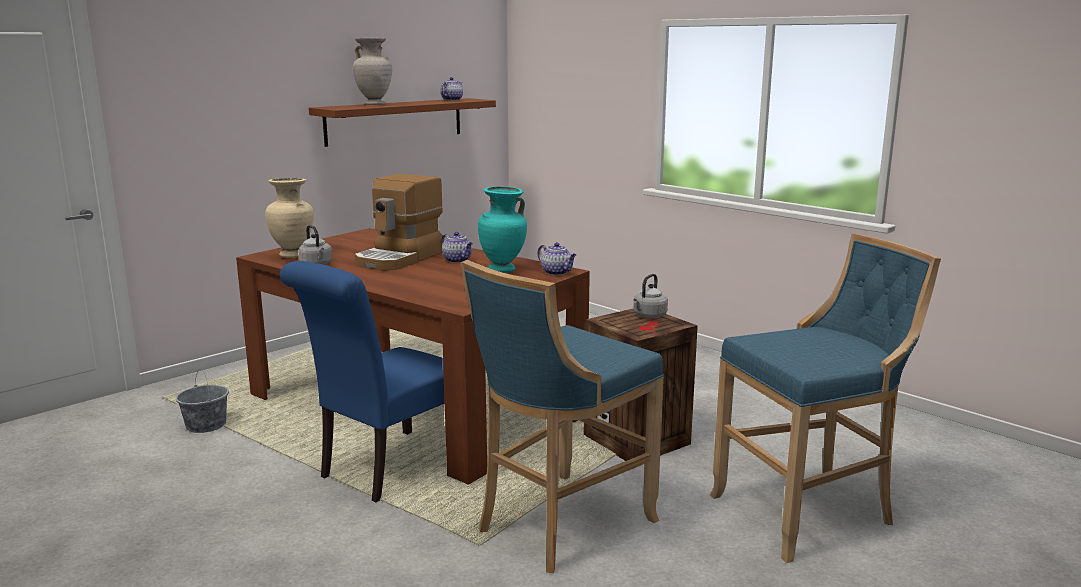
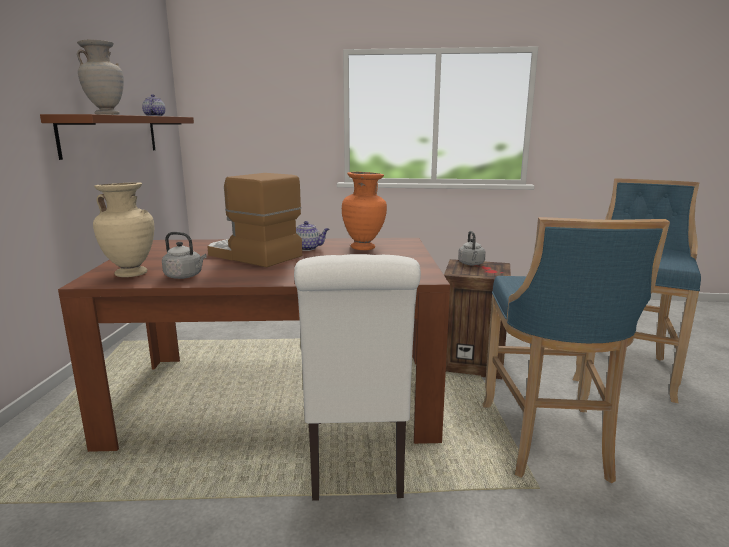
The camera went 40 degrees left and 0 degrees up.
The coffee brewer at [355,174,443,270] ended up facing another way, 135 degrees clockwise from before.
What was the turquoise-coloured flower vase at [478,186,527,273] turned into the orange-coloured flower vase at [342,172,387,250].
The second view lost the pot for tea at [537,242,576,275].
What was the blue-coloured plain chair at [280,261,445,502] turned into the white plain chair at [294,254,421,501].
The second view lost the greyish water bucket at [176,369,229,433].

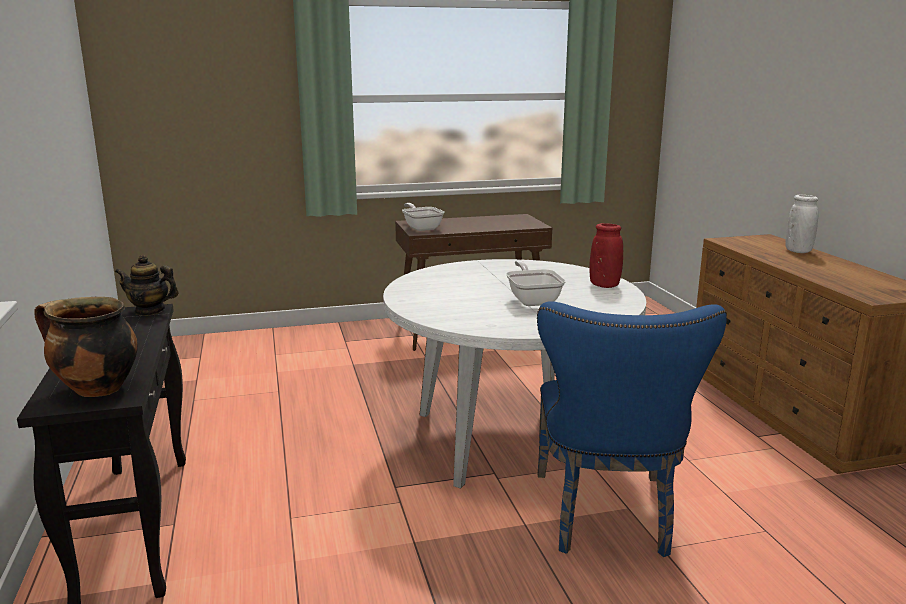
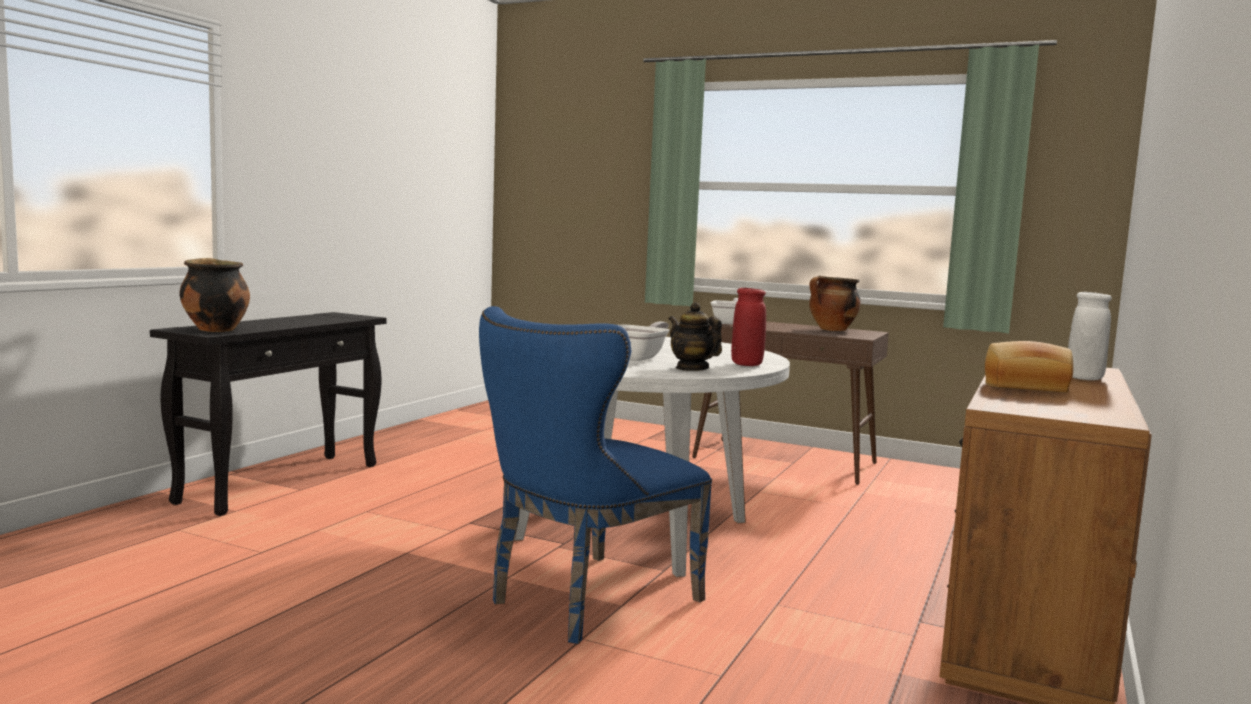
The camera went 40 degrees right and 10 degrees down.
The pot for tea ended up elsewhere, having gone from [115,255,179,316] to [669,302,722,371].
The second view gained the saucepot at [809,276,861,331].
The second view gained the baked bread at [985,341,1073,393].

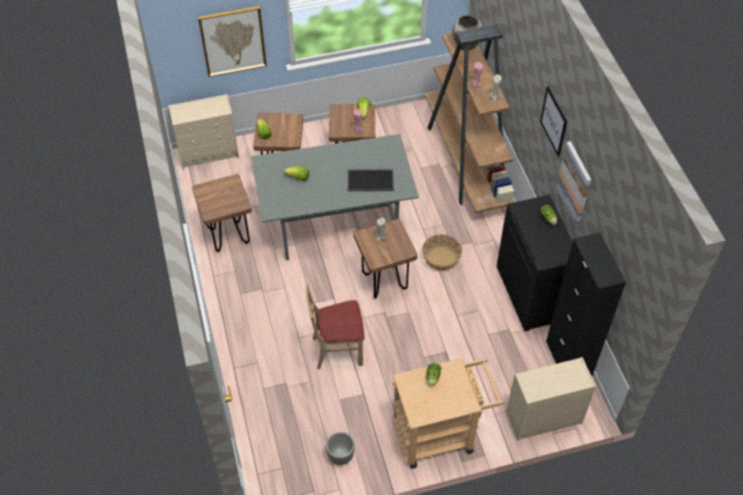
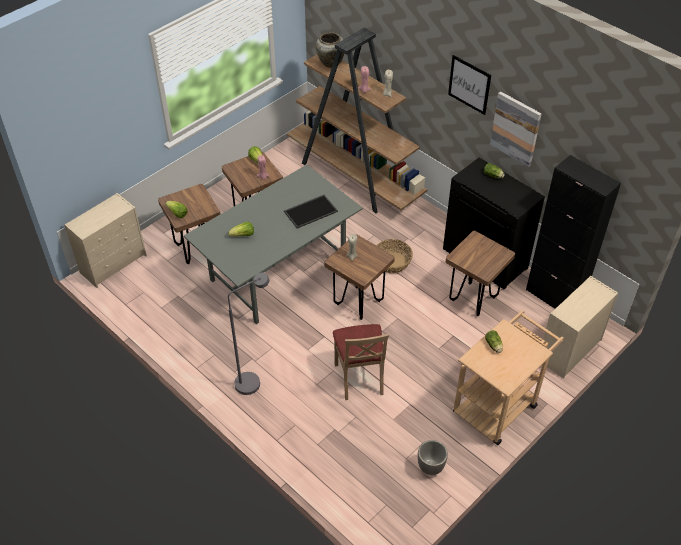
The camera went 30 degrees left and 5 degrees down.
The second view lost the picture at [198,6,267,77].
The brownish stool ended up elsewhere, having gone from [192,174,252,252] to [446,231,515,316].
The beige plain chair at [305,283,364,369] ended up facing another way, 60 degrees counterclockwise from before.
The second view gained the greyish floor lamp at [228,273,269,395].

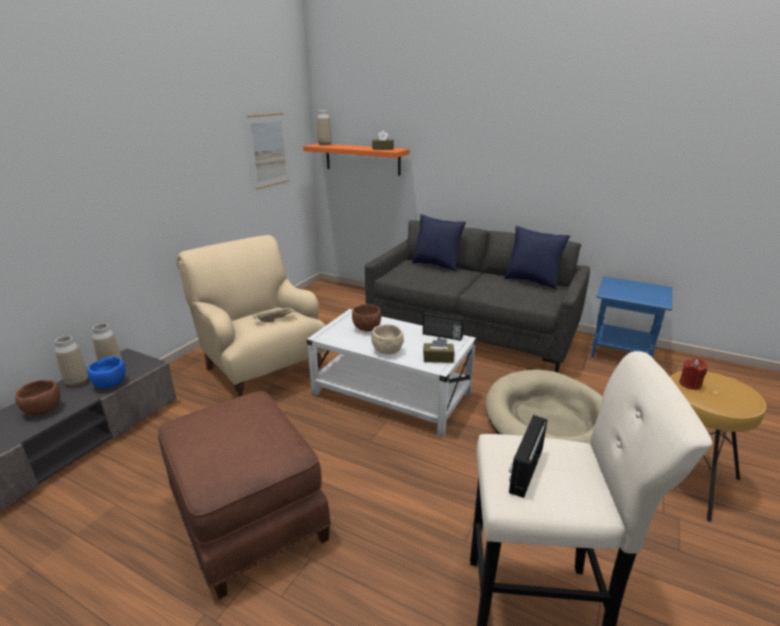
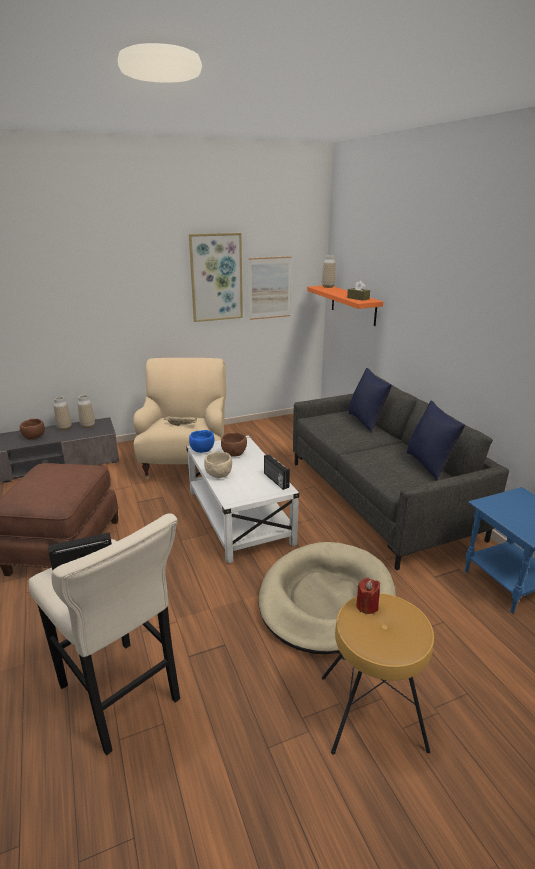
The camera went 40 degrees right and 0 degrees up.
The second view lost the brownish tissue holder at [423,337,454,363].
The blue-coloured serving bowl ended up elsewhere, having gone from [87,357,126,388] to [189,430,215,453].
The second view gained the picture at [189,233,243,322].

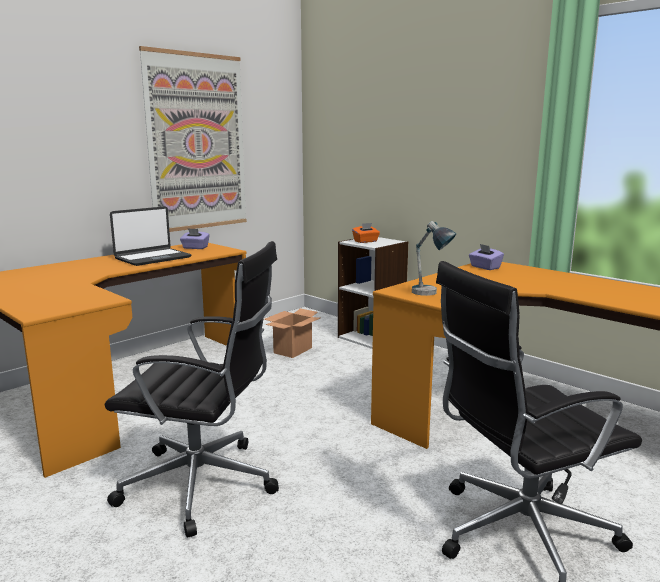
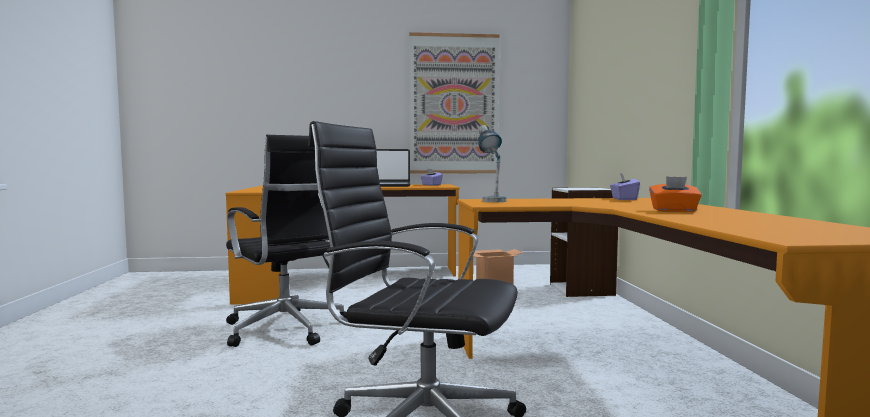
The camera went 40 degrees right and 10 degrees down.
The orange-coloured tissue holder ended up elsewhere, having gone from [352,223,380,243] to [649,176,702,212].

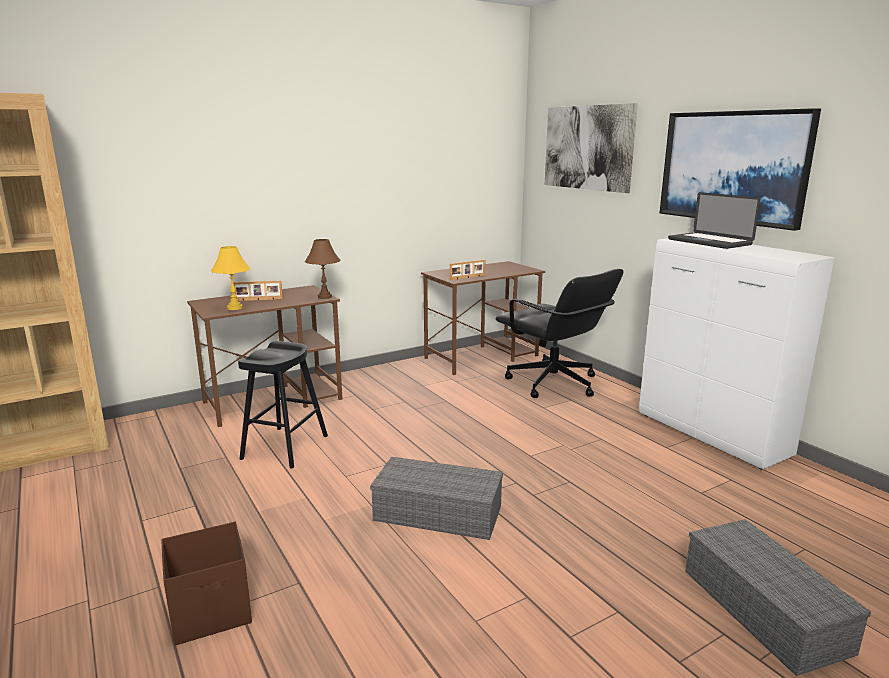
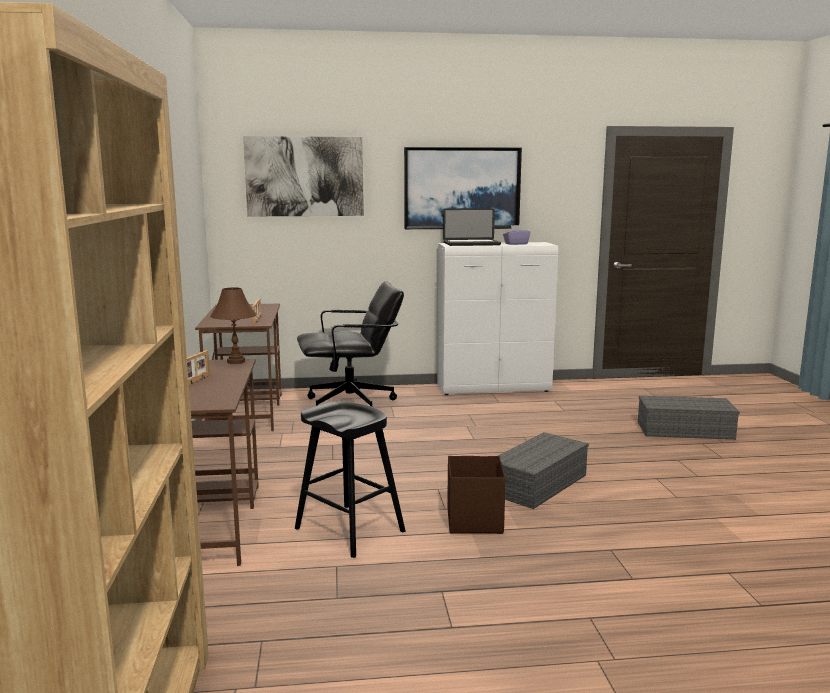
The camera went 65 degrees left and 5 degrees down.
The second view lost the yellow table lamp at [211,246,251,310].
The brownish storage bin ended up elsewhere, having gone from [161,522,252,645] to [447,456,506,534].
The second view gained the purple-coloured tissue holder at [503,225,530,245].

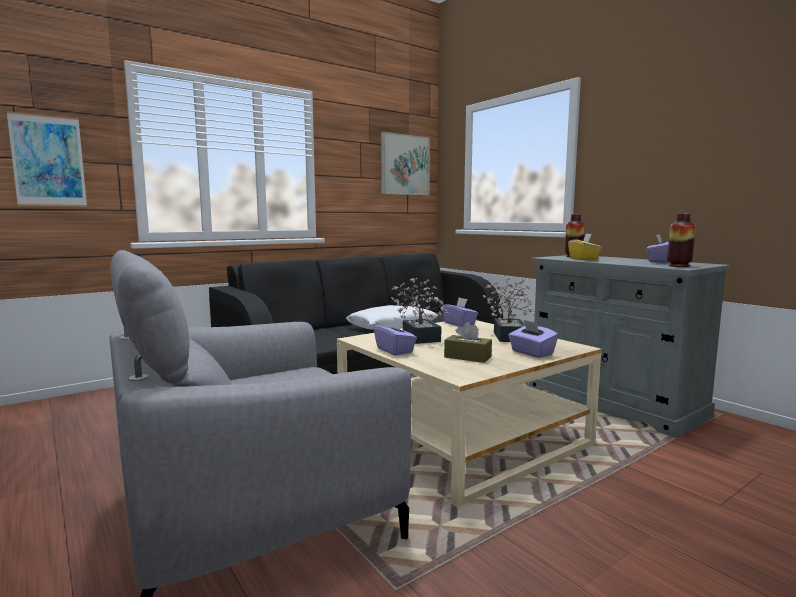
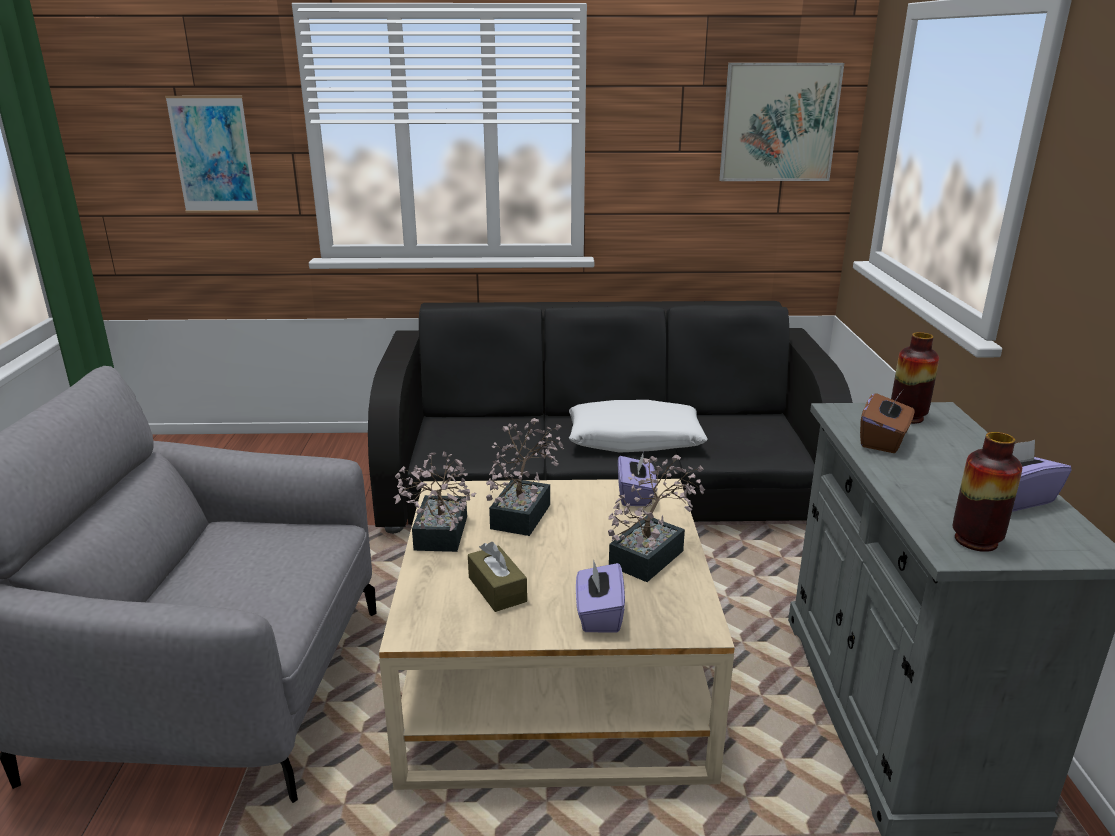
The camera went 35 degrees right and 15 degrees up.
What was the yellow tissue holder at [568,234,602,260] turned into the brownish tissue holder at [860,390,915,453].
Where the purple-coloured tissue holder stood at [374,317,417,356], the plant in a pot came to stand at [394,451,476,552].

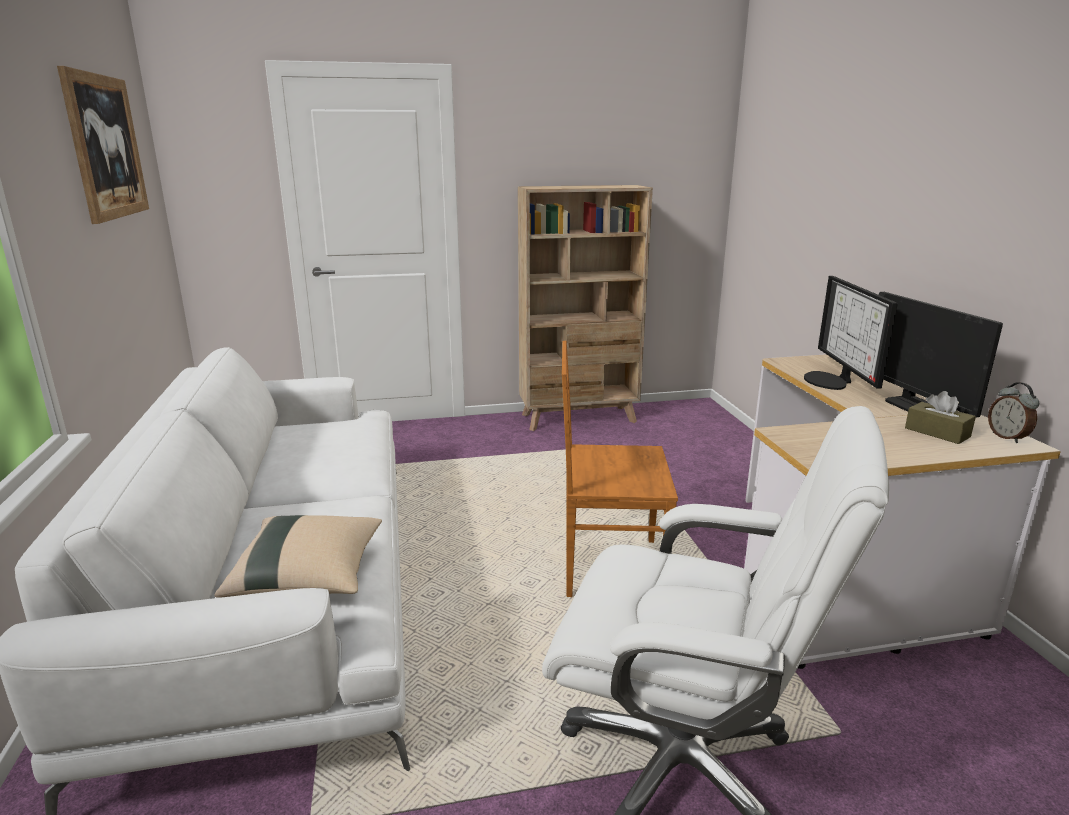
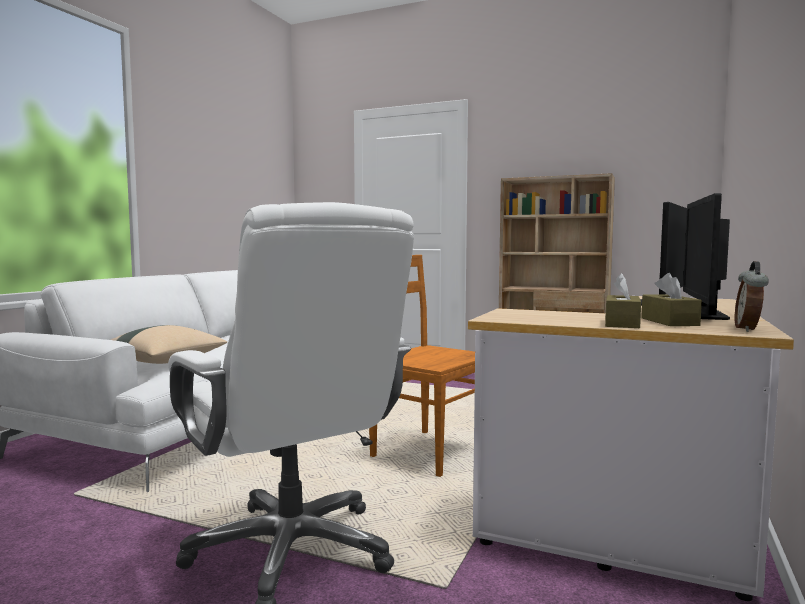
The camera went 35 degrees right and 15 degrees down.
The second view lost the picture at [57,66,149,224].
The second view gained the brownish tissue holder at [605,273,641,328].

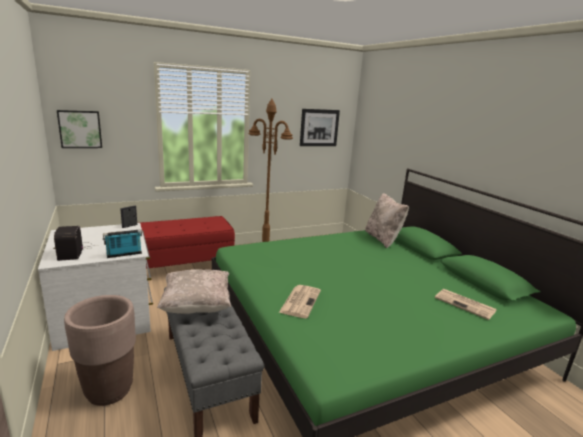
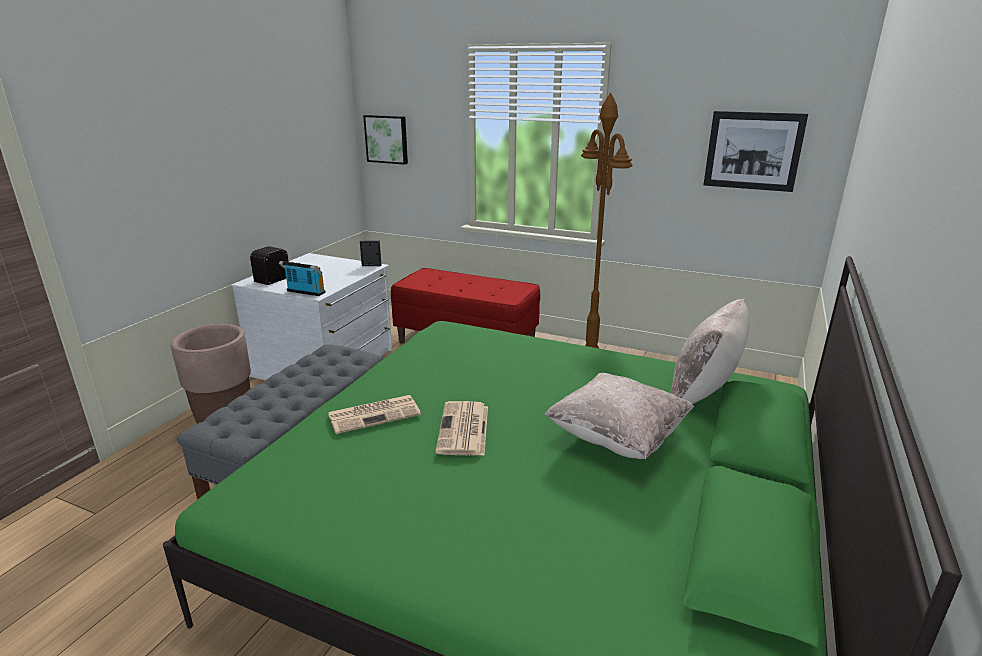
The camera went 50 degrees right and 5 degrees up.
The beige cushion ended up elsewhere, having gone from [157,269,231,314] to [544,373,694,459].
The newspaper ended up elsewhere, having gone from [435,289,497,320] to [435,401,488,456].

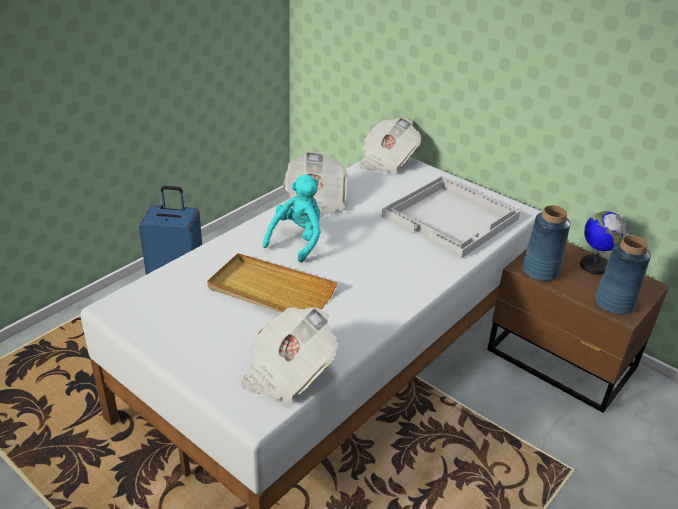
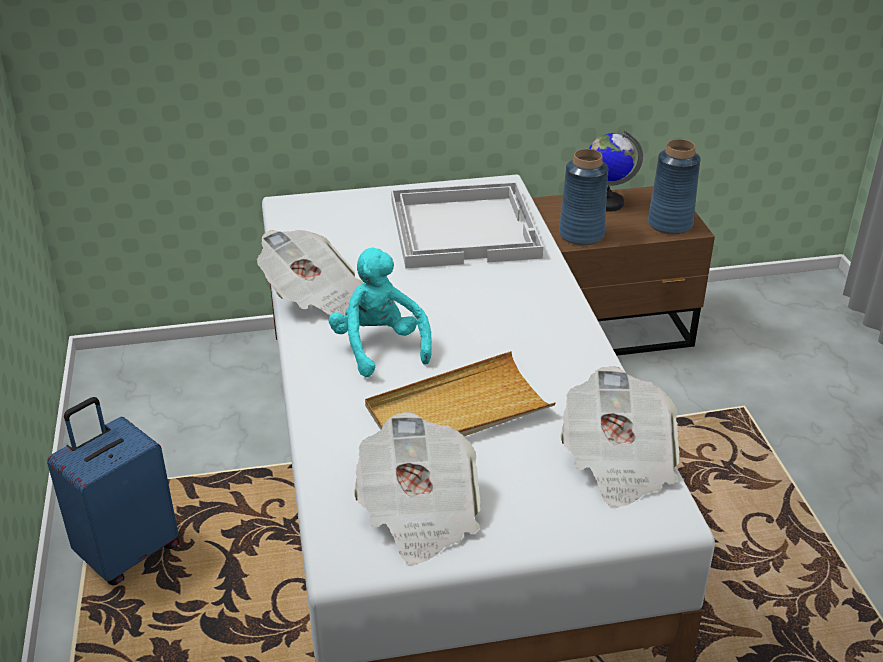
The camera went 50 degrees left and 0 degrees up.
The newspaper ended up elsewhere, having gone from [360,117,421,172] to [353,412,480,565].

